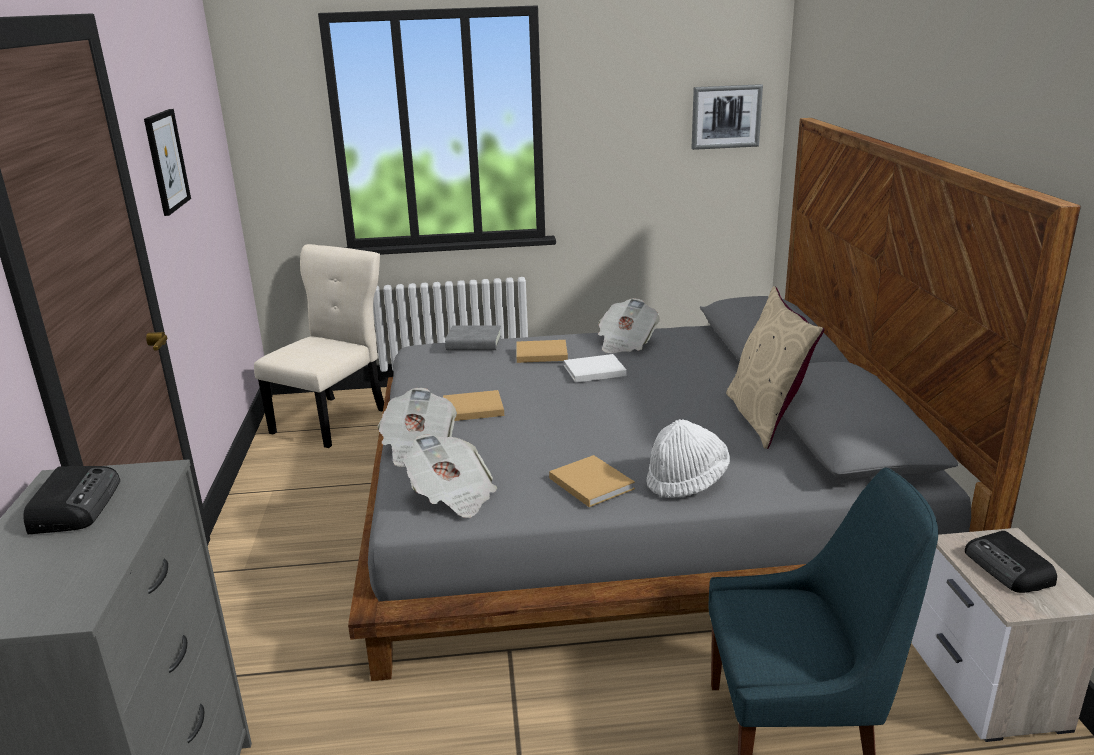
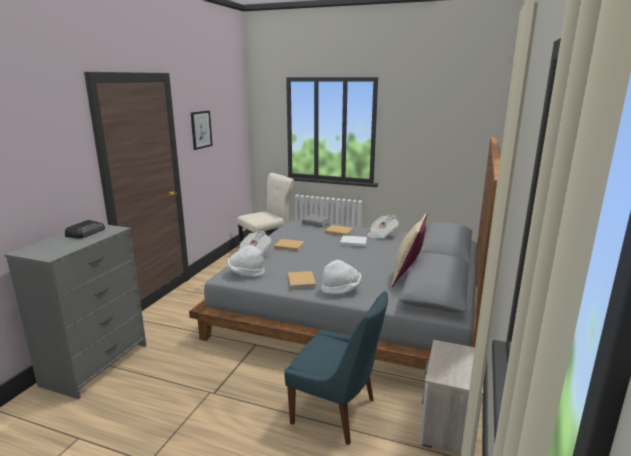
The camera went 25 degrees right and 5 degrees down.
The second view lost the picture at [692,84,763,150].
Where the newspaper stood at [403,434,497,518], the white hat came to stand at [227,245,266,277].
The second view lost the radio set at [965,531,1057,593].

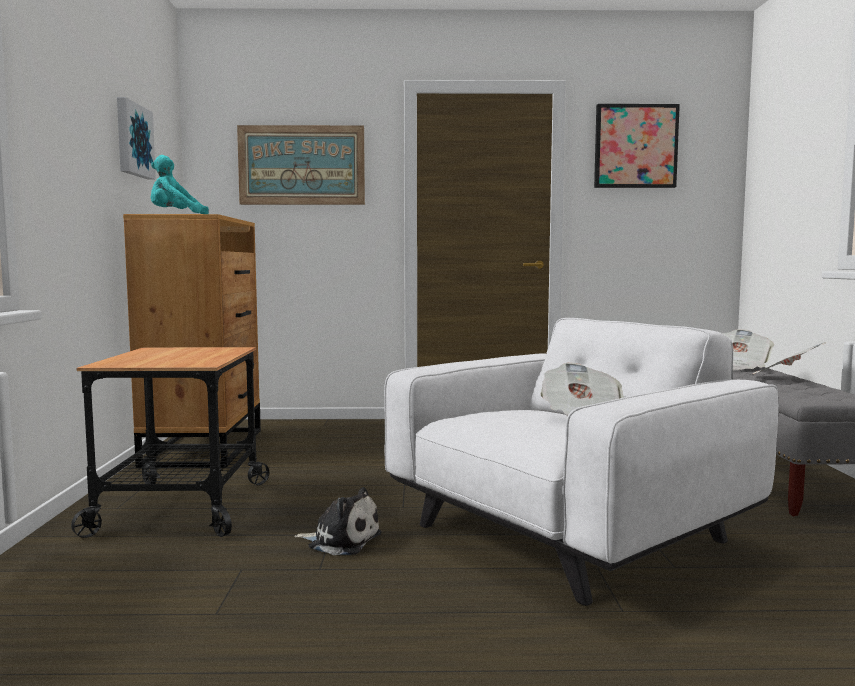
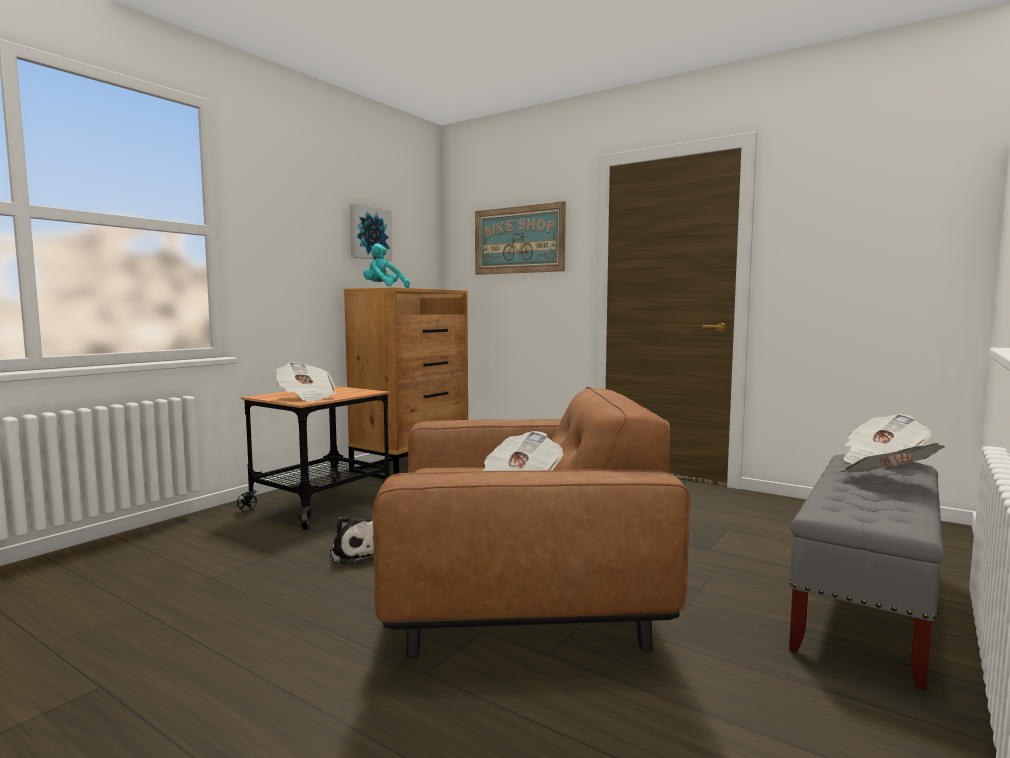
The camera went 35 degrees right and 0 degrees up.
The second view lost the picture at [594,104,680,188].
What was the white easy chair at [384,318,779,606] turned into the brownish easy chair at [373,387,690,658].
The second view gained the newspaper at [276,362,336,402].

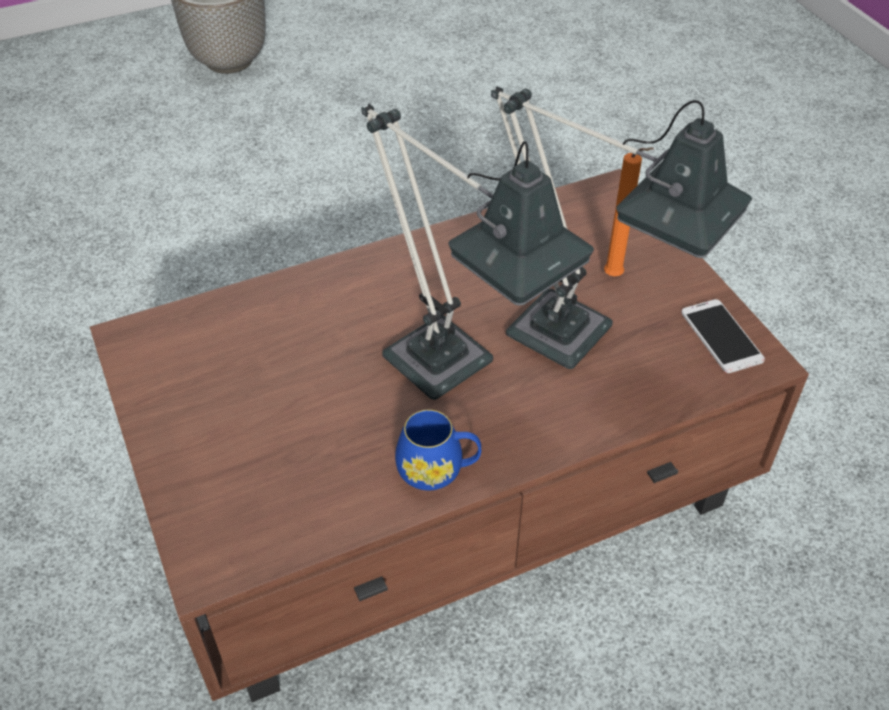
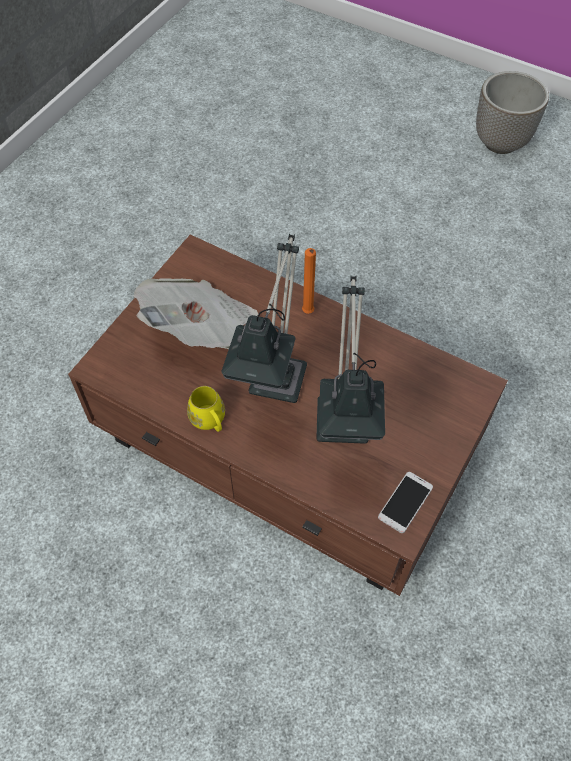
The camera went 55 degrees right and 10 degrees up.
The orange-coloured wax candle ended up elsewhere, having gone from [604,147,654,276] to [302,248,316,314].
What was the blue-coloured mug at [395,410,481,491] turned into the yellow mug at [187,386,225,432].
The second view gained the newspaper at [134,278,258,349].

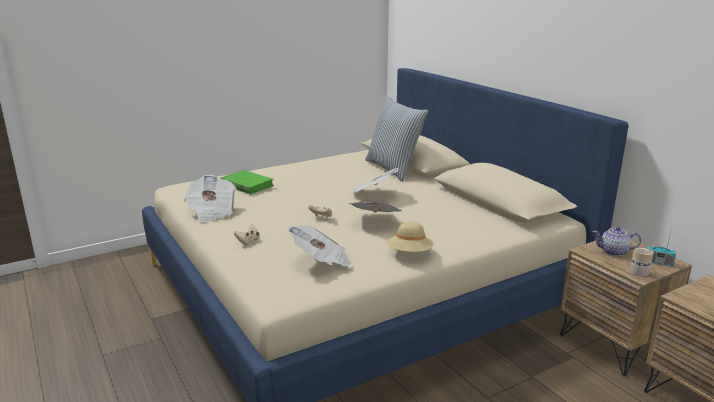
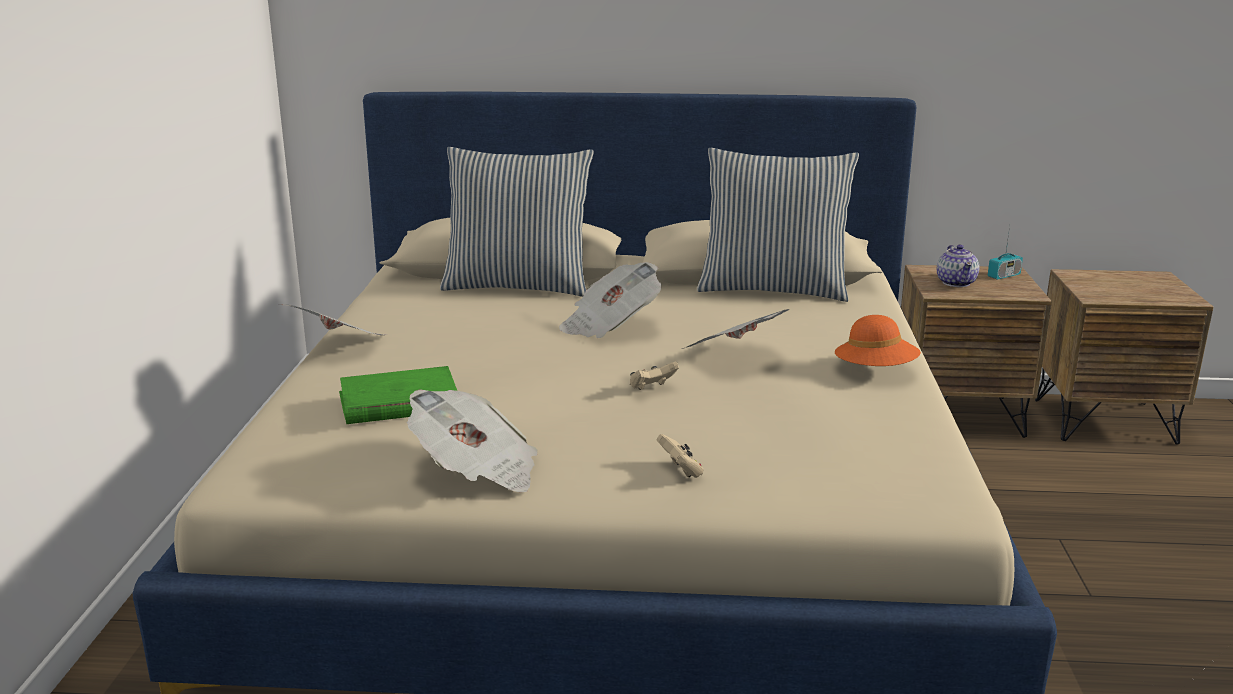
The camera went 55 degrees left and 0 degrees up.
What was the beige hat at [387,222,434,252] turned into the orange-coloured hat at [835,315,921,366].
The newspaper ended up elsewhere, having gone from [288,225,353,267] to [280,304,387,335].
The pot for tea at [593,226,641,256] ended up facing another way, 45 degrees counterclockwise from before.
The second view lost the can at [630,247,654,276].
The second view gained the cushion at [697,148,859,302].

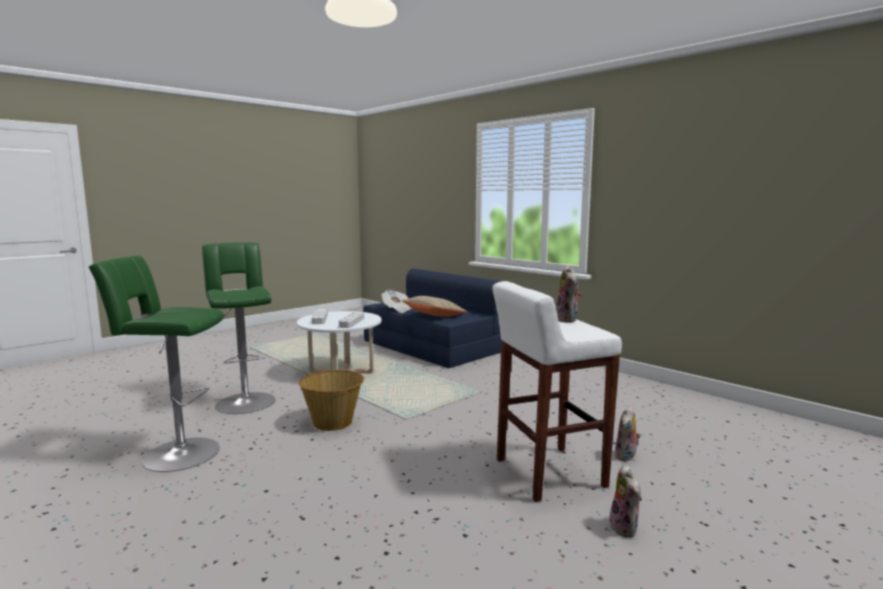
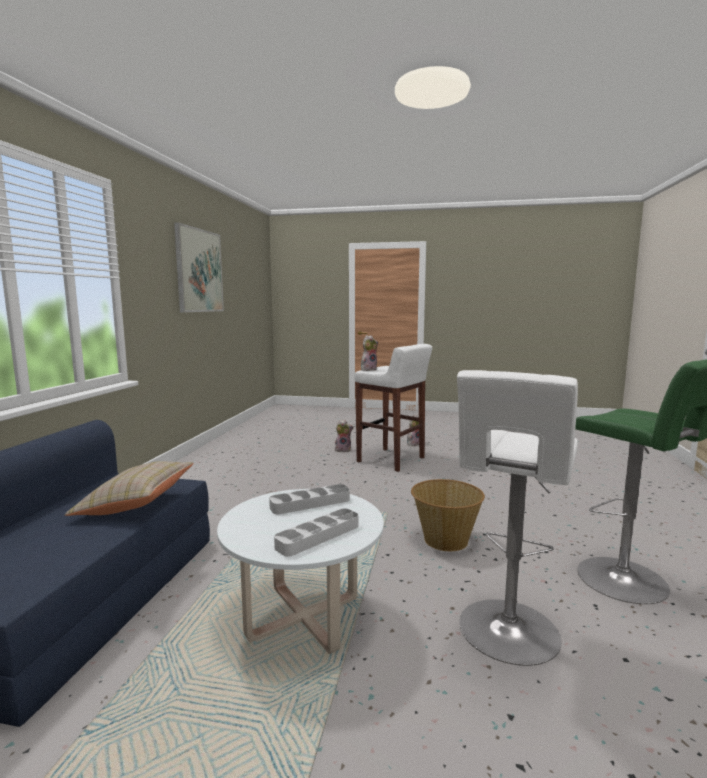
The camera went 125 degrees left and 0 degrees up.
What was the green stool at [202,243,275,414] turned into the white stool at [457,370,578,666].
The second view lost the newspaper at [381,290,412,313].
The second view gained the picture at [174,222,224,312].

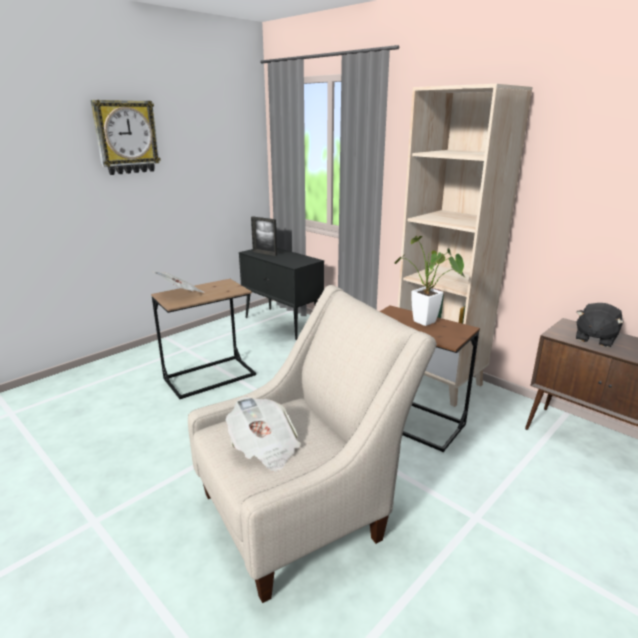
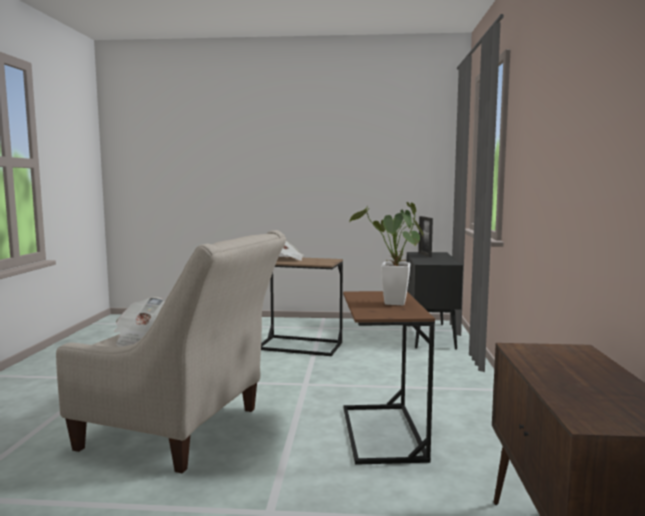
The camera went 50 degrees right and 15 degrees down.
The second view lost the beige bookcase at [398,84,532,407].
The second view lost the hanging clock at [91,100,161,175].
The second view lost the black cuddly toy at [576,303,624,347].

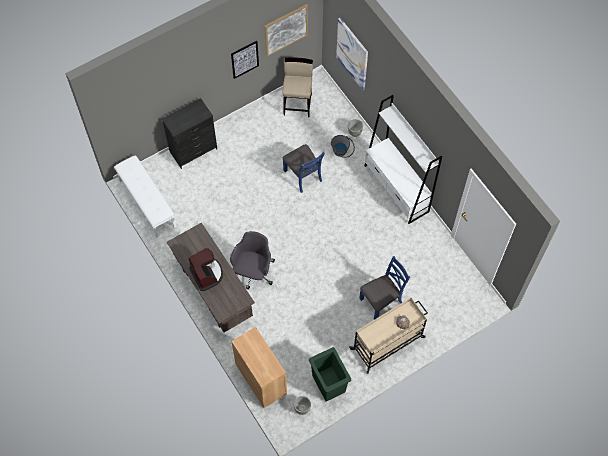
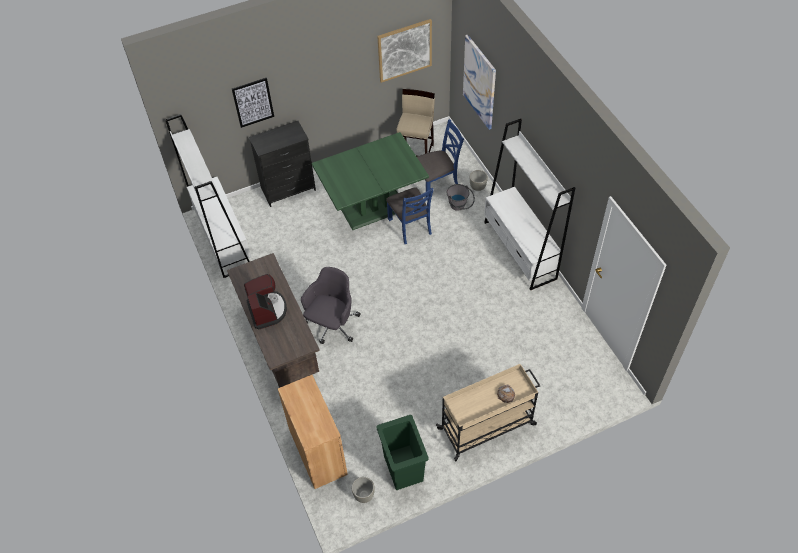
The camera went 10 degrees right and 10 degrees down.
The picture ended up elsewhere, having gone from [231,41,259,79] to [232,78,274,128].
Where the white indoor bench stood at [114,155,177,238], the white bookcase came to stand at [165,114,251,278].
The blue-coloured plain chair ended up elsewhere, having gone from [359,256,410,319] to [417,119,464,200].
The second view gained the green kitchen table at [312,132,429,230].

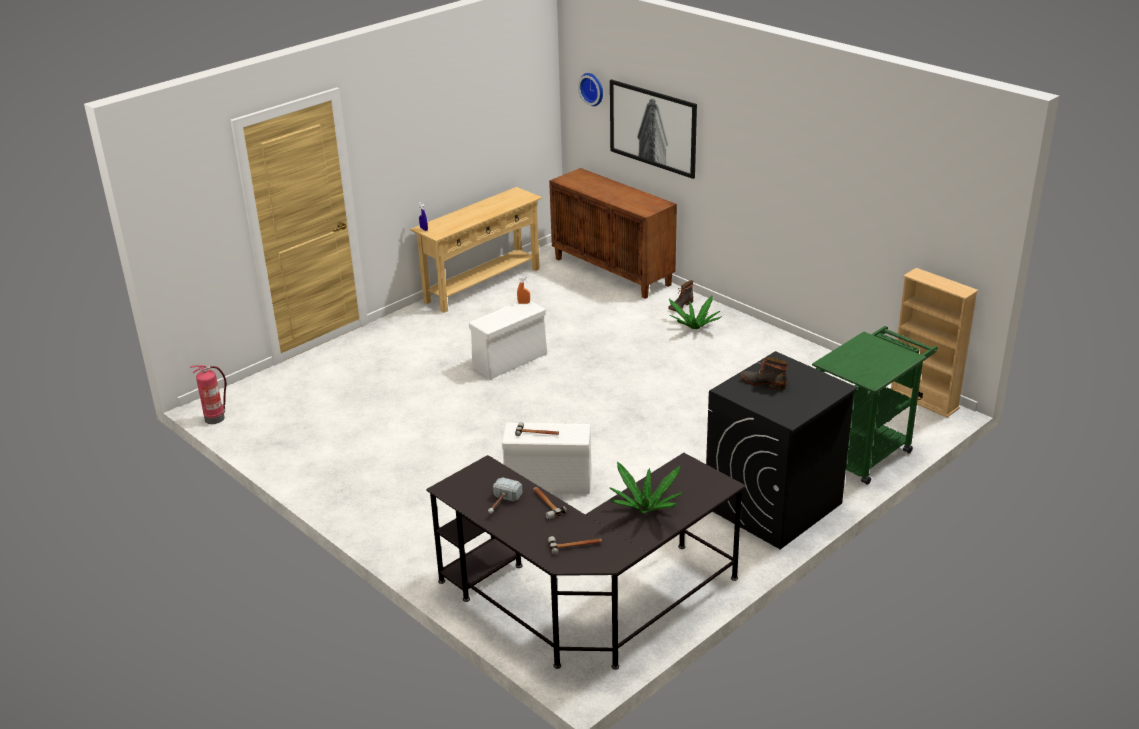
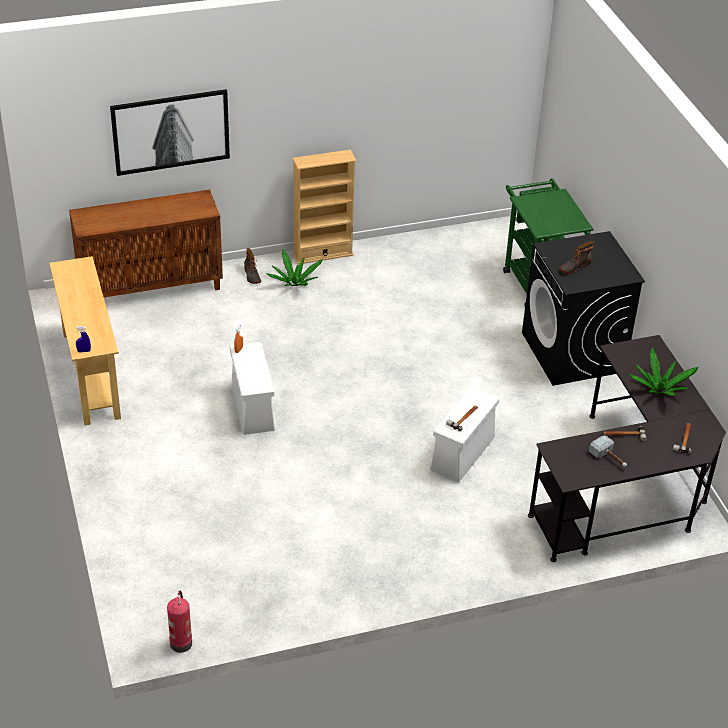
The camera went 65 degrees left and 10 degrees up.
The second view lost the hanging clock at [578,73,603,106].
The beige bookcase ended up elsewhere, having gone from [891,268,978,417] to [292,149,356,264].

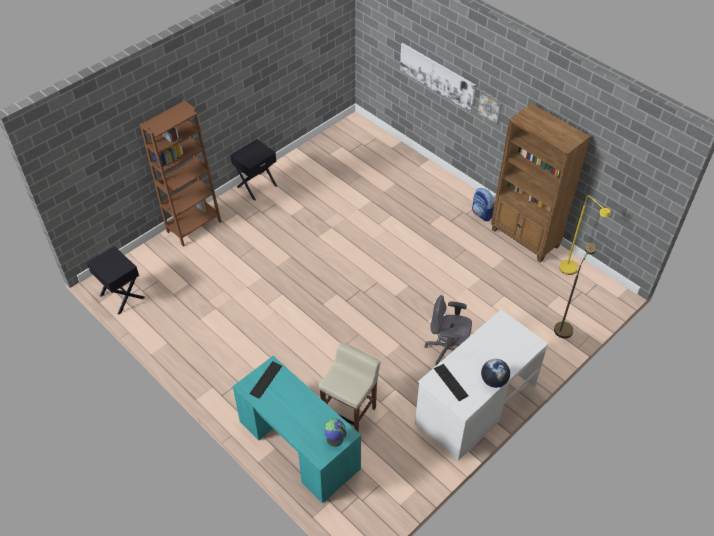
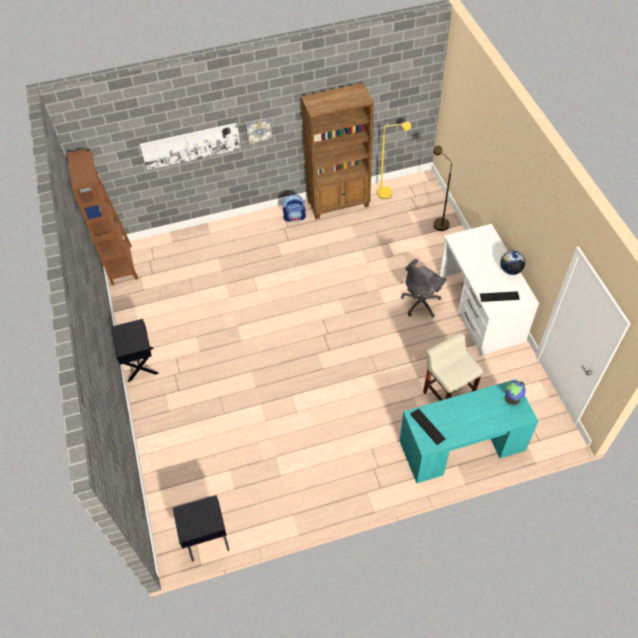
The camera went 60 degrees left and 5 degrees up.
The brownish bookcase ended up elsewhere, having gone from [140,100,221,247] to [67,149,138,285].

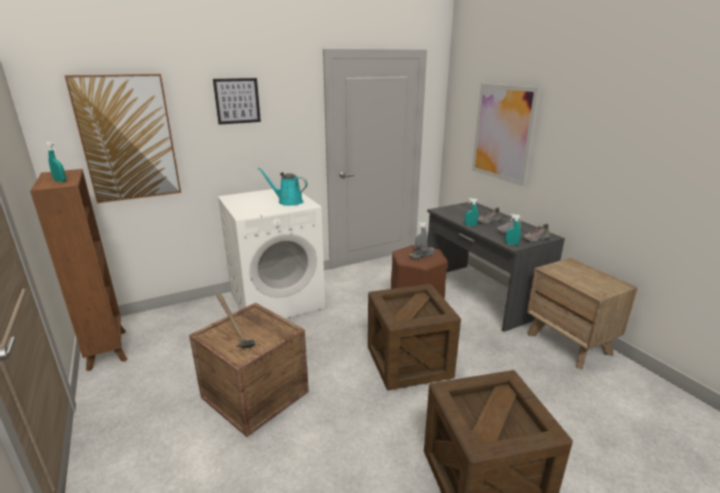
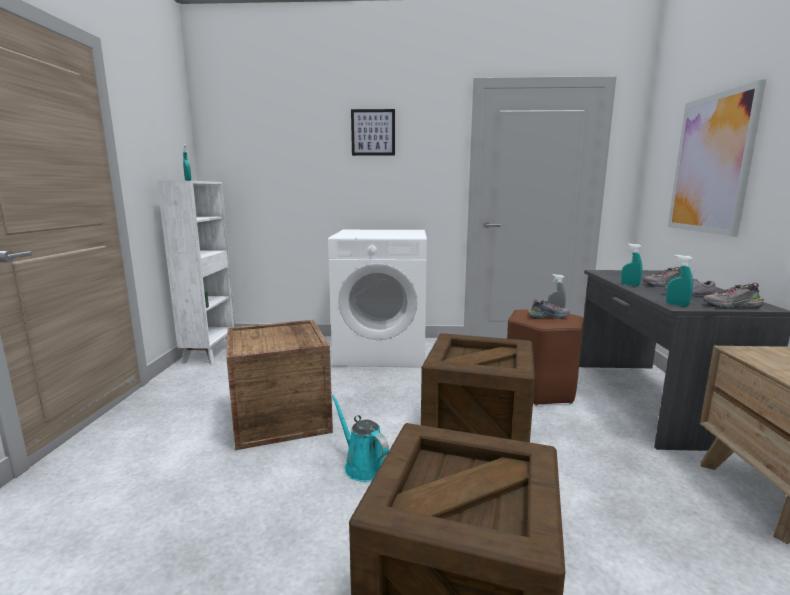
The camera went 30 degrees right and 10 degrees down.
The second view lost the picture at [65,74,181,203].
The turquoise-coloured watering can ended up elsewhere, having gone from [258,167,308,206] to [331,395,389,482].
What was the brownish bookcase at [30,169,127,371] turned into the white bookcase at [157,181,235,364].
The second view lost the tool hammer at [216,293,256,348].

